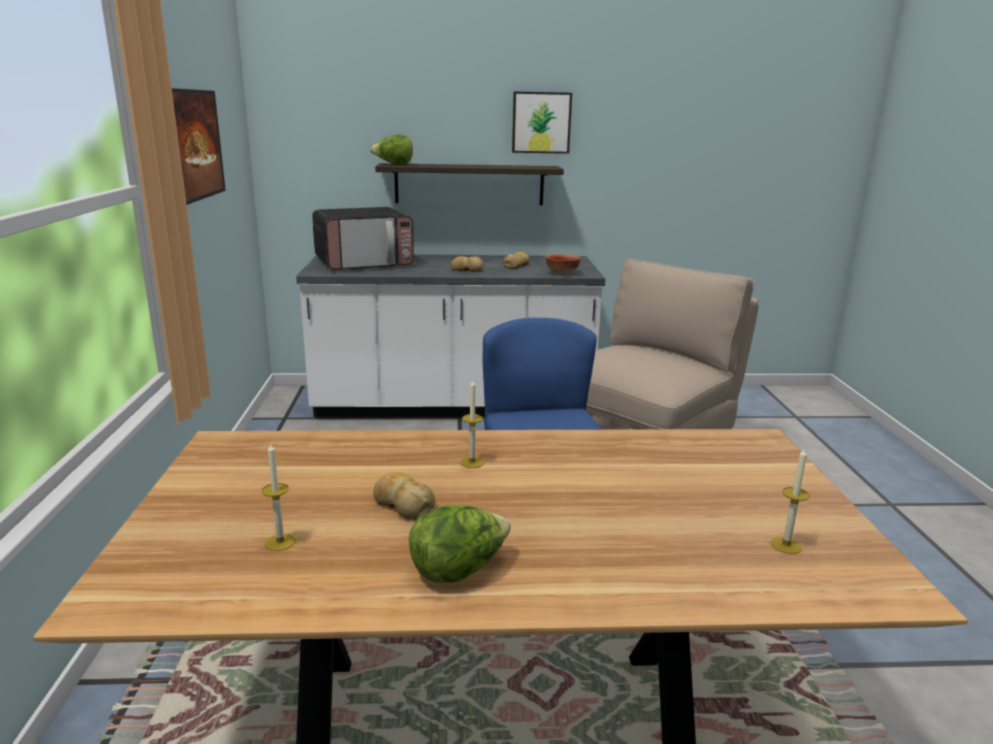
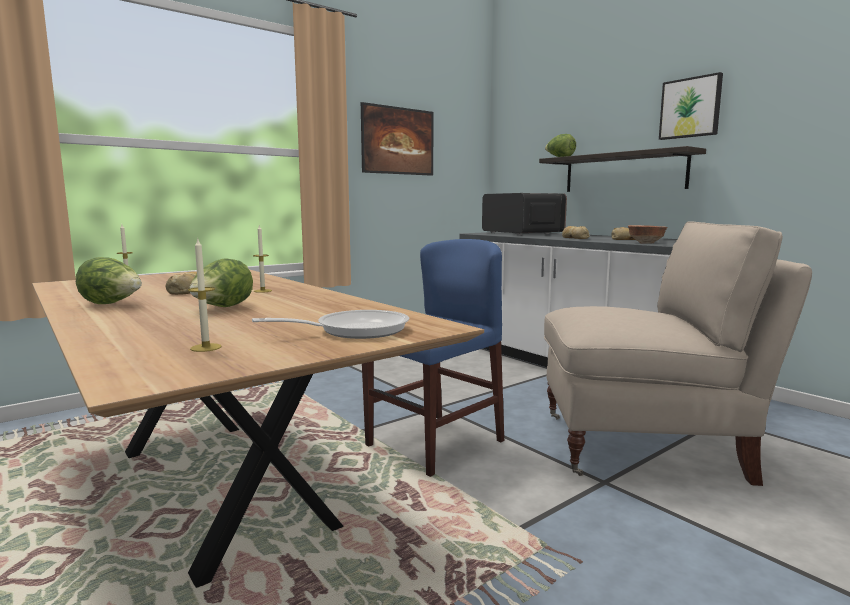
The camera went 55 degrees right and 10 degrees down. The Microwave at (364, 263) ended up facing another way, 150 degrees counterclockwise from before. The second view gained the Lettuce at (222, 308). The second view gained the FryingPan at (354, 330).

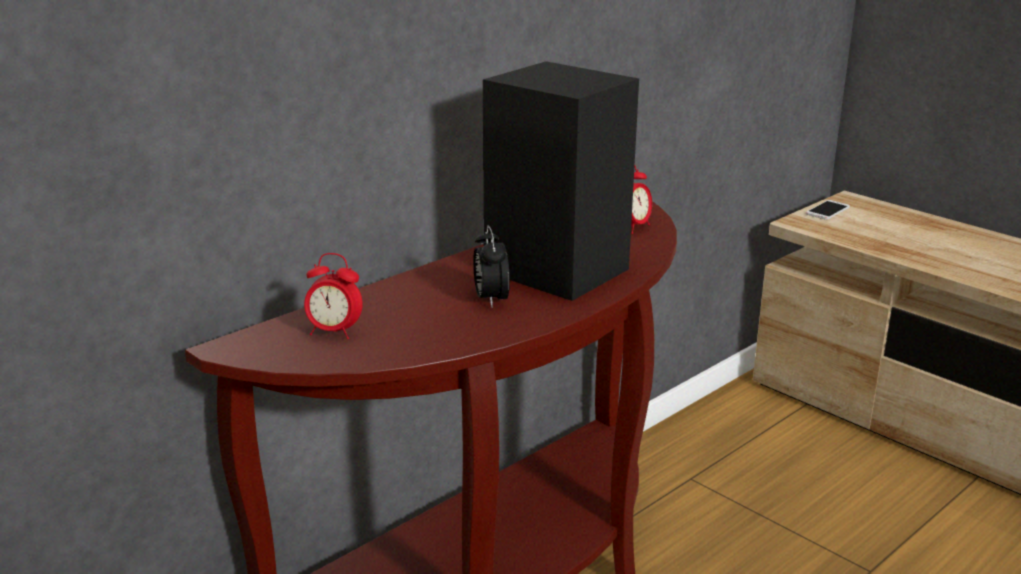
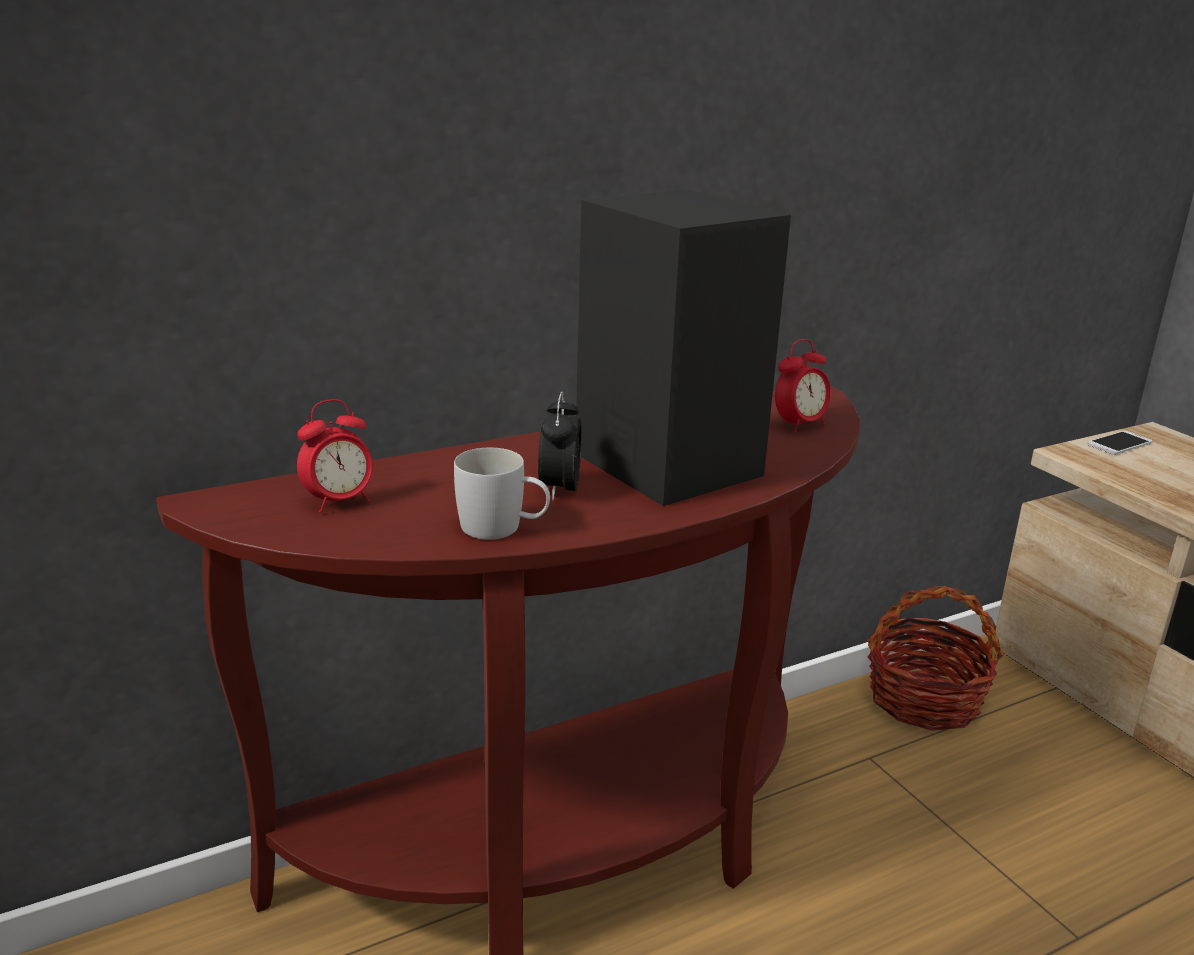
The camera went 15 degrees right and 0 degrees up. The AlarmClock at (334, 332) ended up facing another way, 60 degrees counterclockwise from before. The second view gained the WhiteMug at (502, 529). The second view gained the Basket at (923, 700).

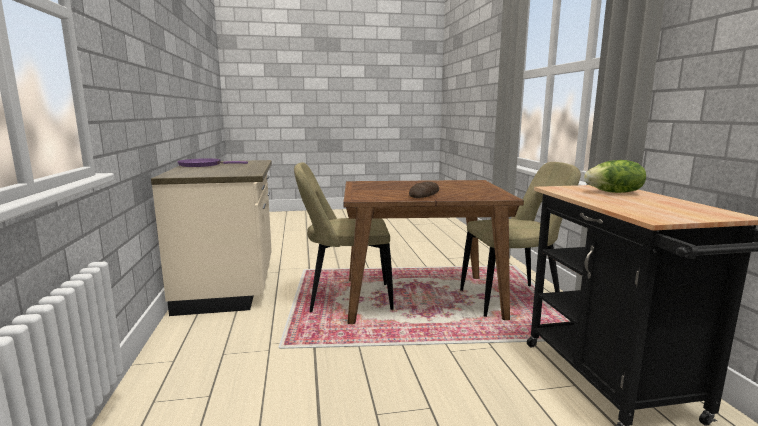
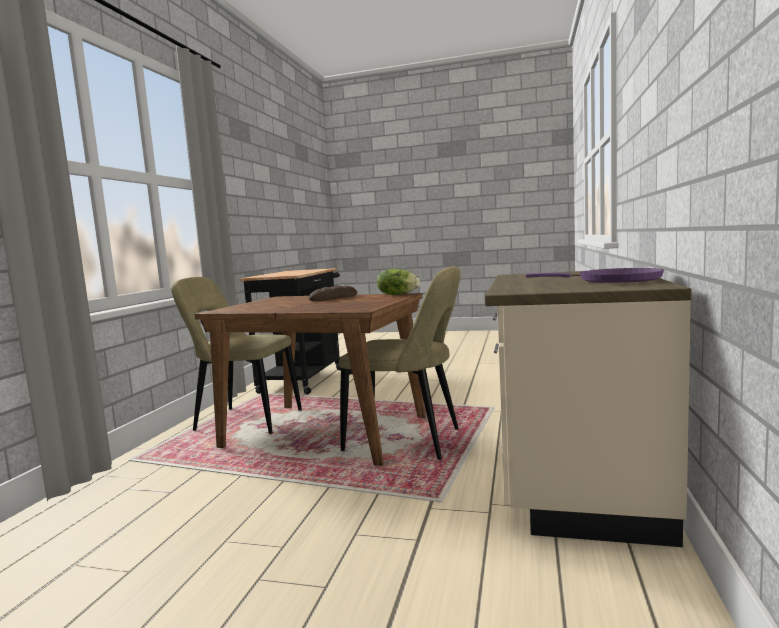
The camera went 155 degrees left and 5 degrees down. The Lettuce ended up elsewhere, having gone from (614, 192) to (398, 294).

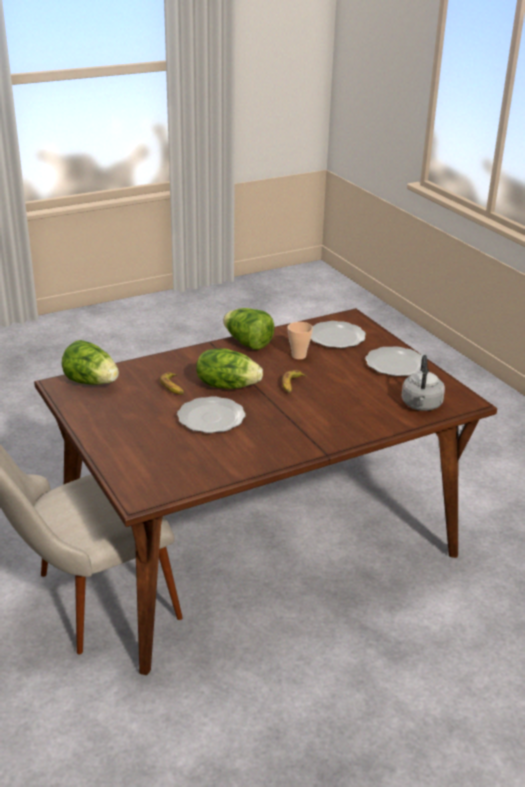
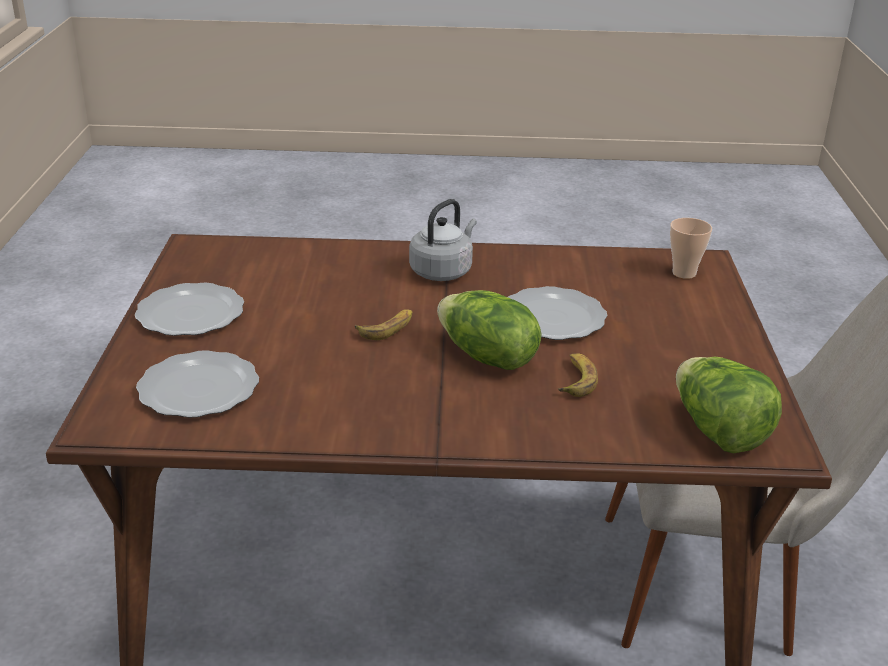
The camera went 150 degrees left and 0 degrees up. The second view lost the Lettuce at (247, 343). The Cup ended up elsewhere, having gone from (298, 356) to (684, 273). The GreyKettle ended up elsewhere, having gone from (421, 405) to (443, 271).

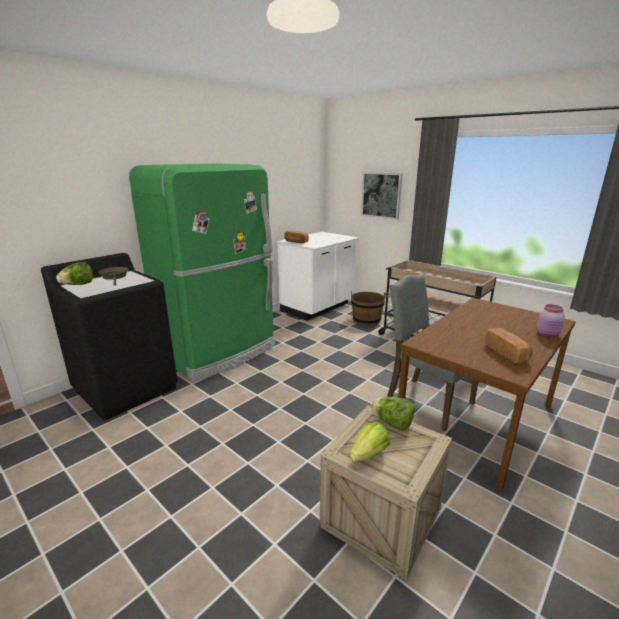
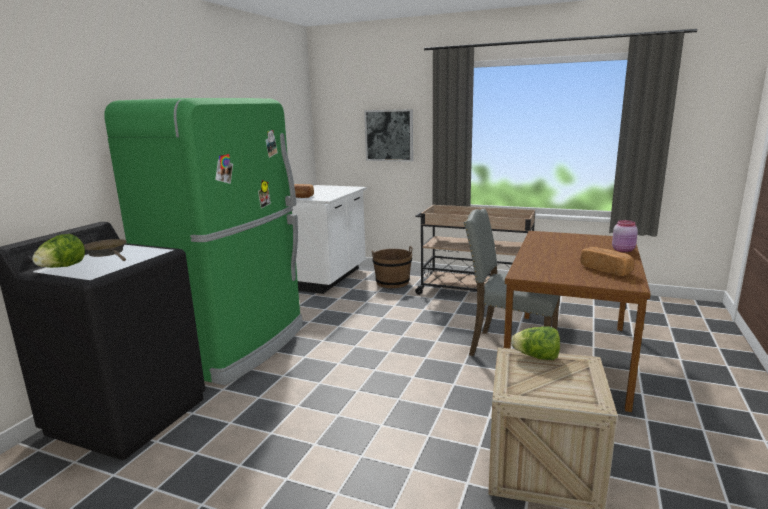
The camera went 20 degrees left and 5 degrees down. The second view lost the Lettuce at (369, 454).

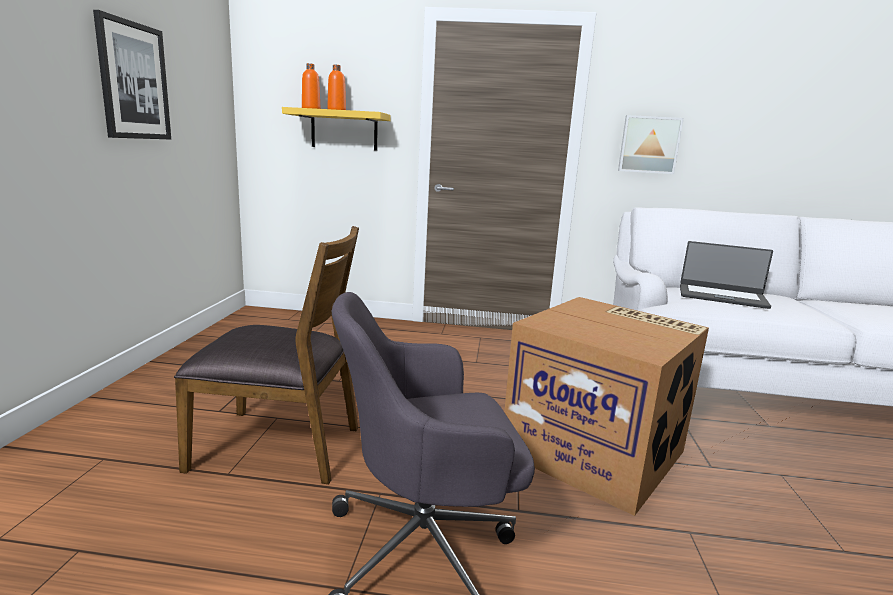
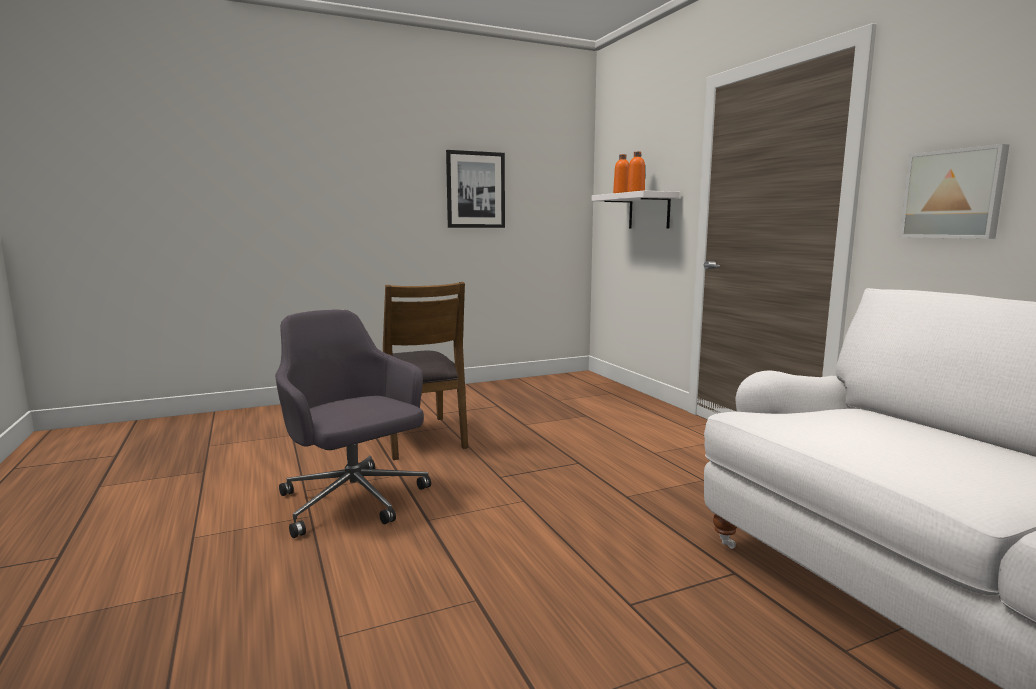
The camera went 60 degrees right and 5 degrees down. What was the YellowShelf at (344, 130) turned into the WhiteShelf at (649, 211). The second view lost the Laptop at (722, 296). The second view lost the CardboardBox at (596, 451).

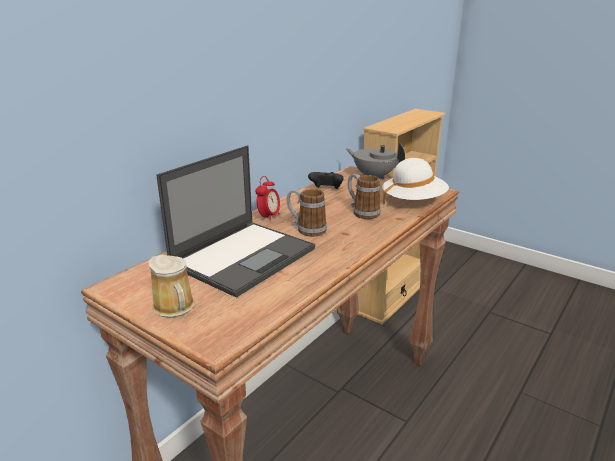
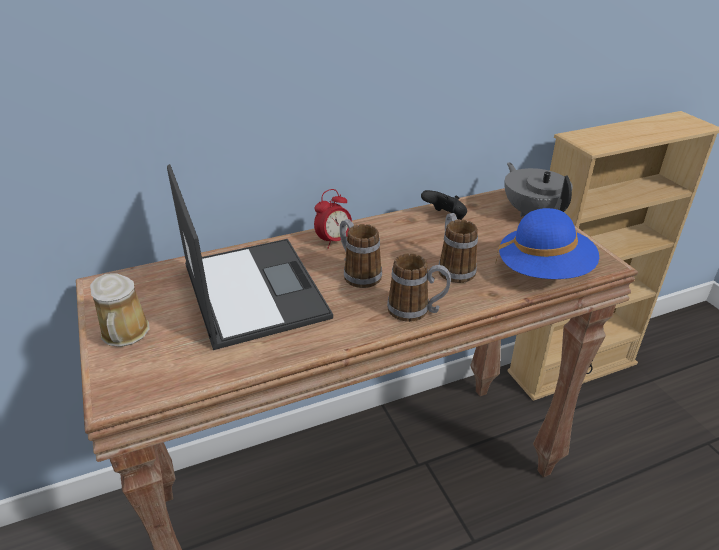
The camera went 30 degrees right and 10 degrees up. The Laptop at (244, 256) ended up facing another way, 90 degrees counterclockwise from before. What was the WhiteHat at (413, 201) turned into the BlueHat at (543, 271). The second view gained the Mug at (416, 311).

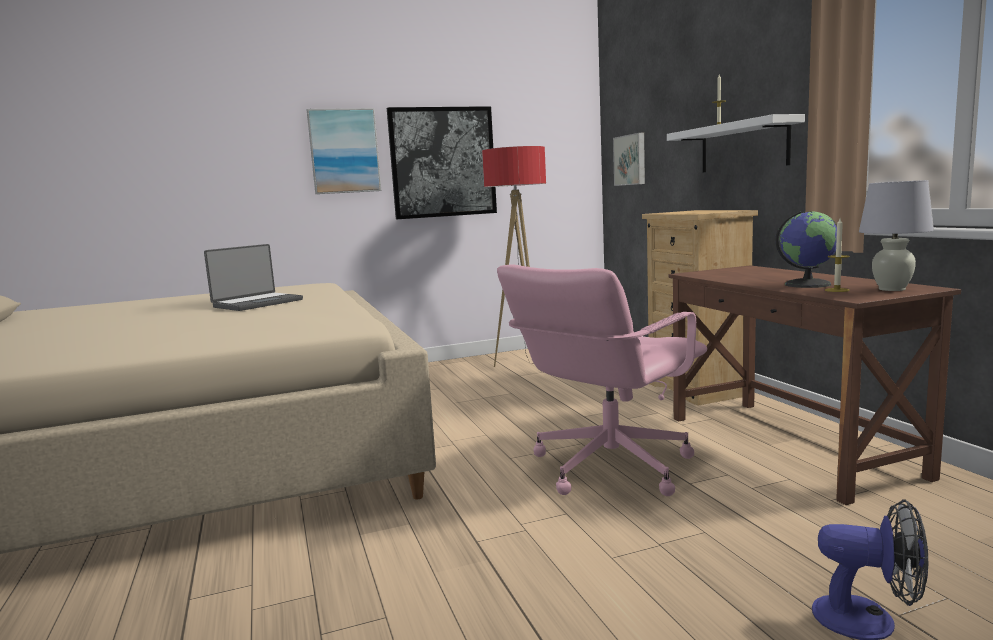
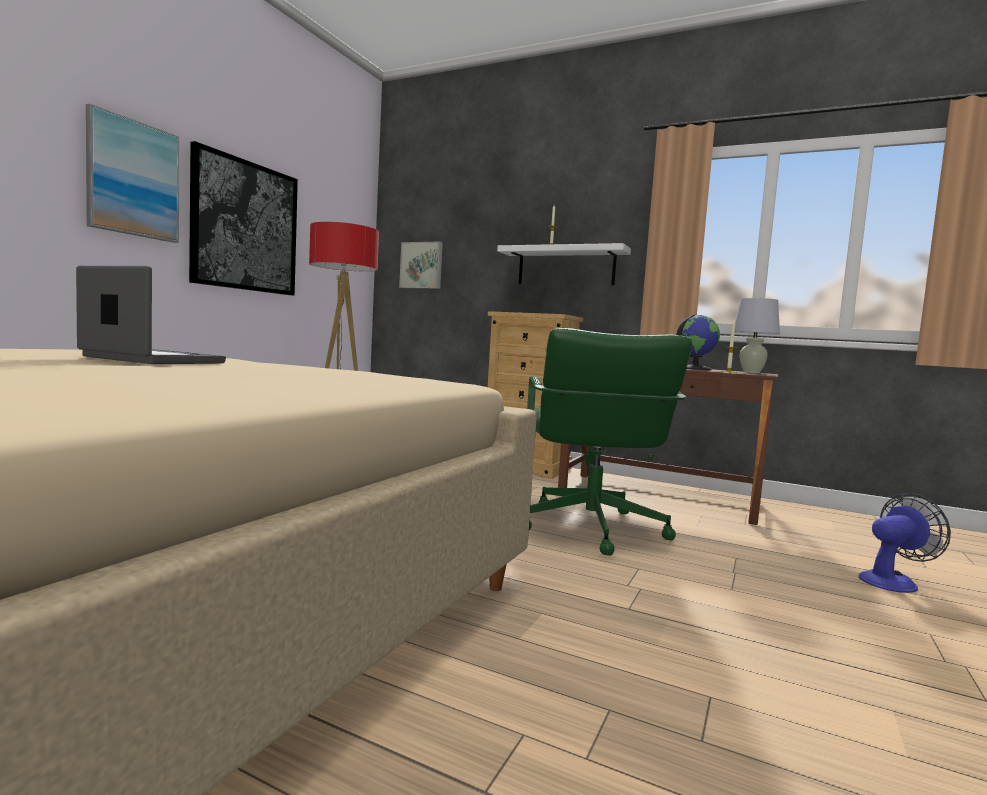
The camera went 45 degrees left and 5 degrees down. The Laptop at (257, 303) ended up facing another way, 60 degrees counterclockwise from before. What was the PinkOfficeChair at (609, 467) turned into the GreenOfficeChair at (590, 529).

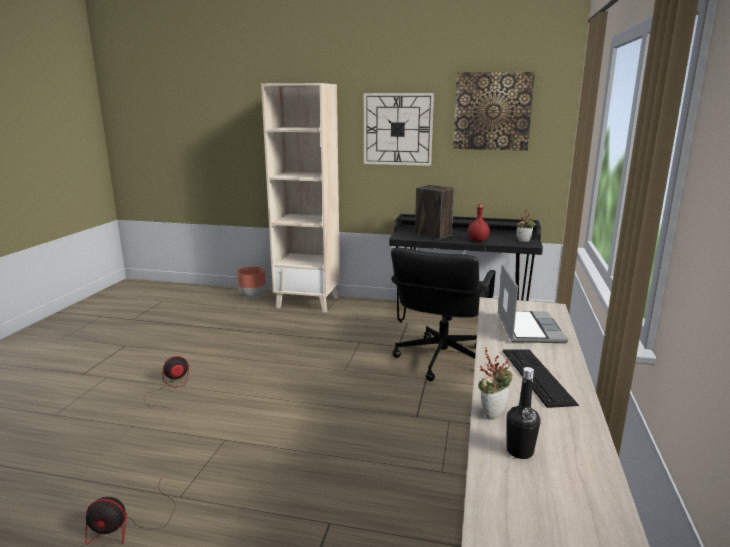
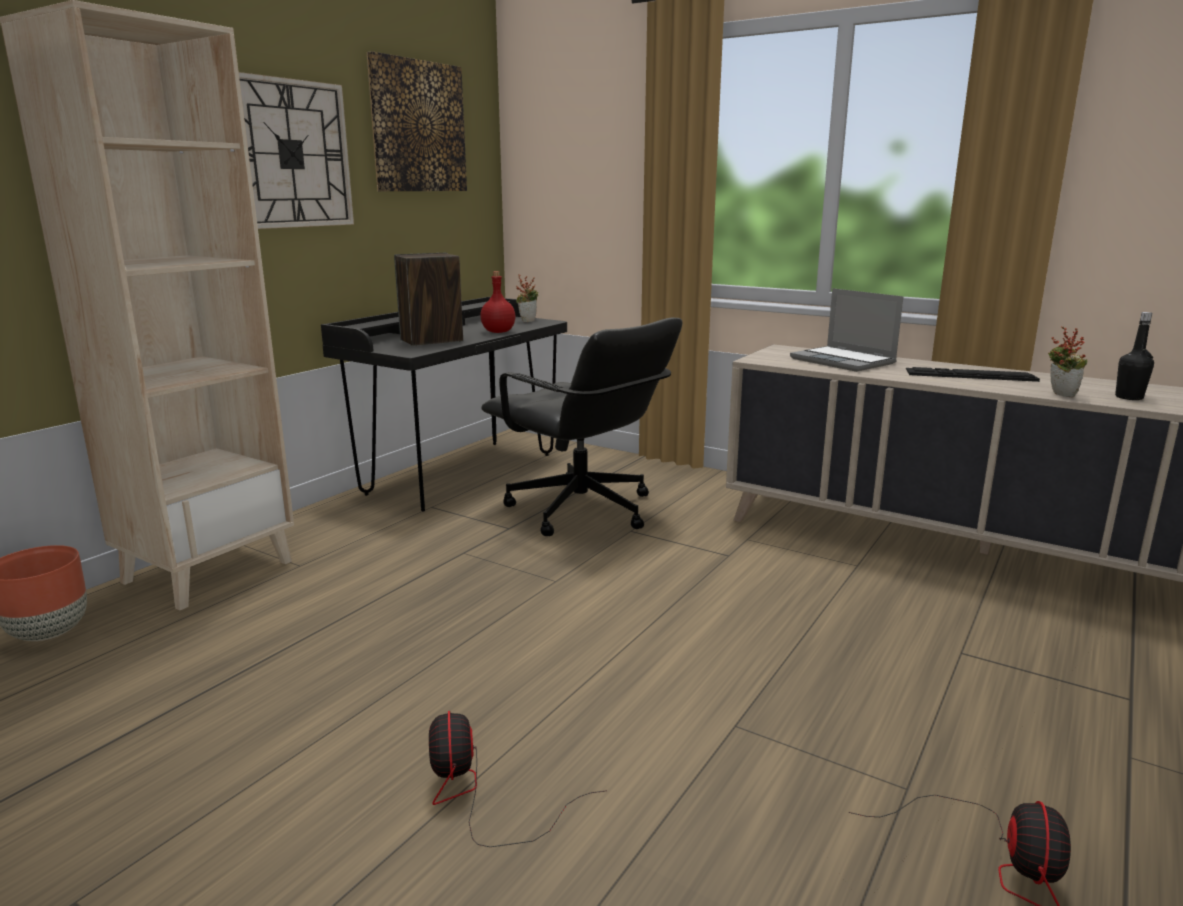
The camera went 70 degrees left and 0 degrees up. The Laptop at (528, 328) ended up facing another way, 150 degrees counterclockwise from before.

